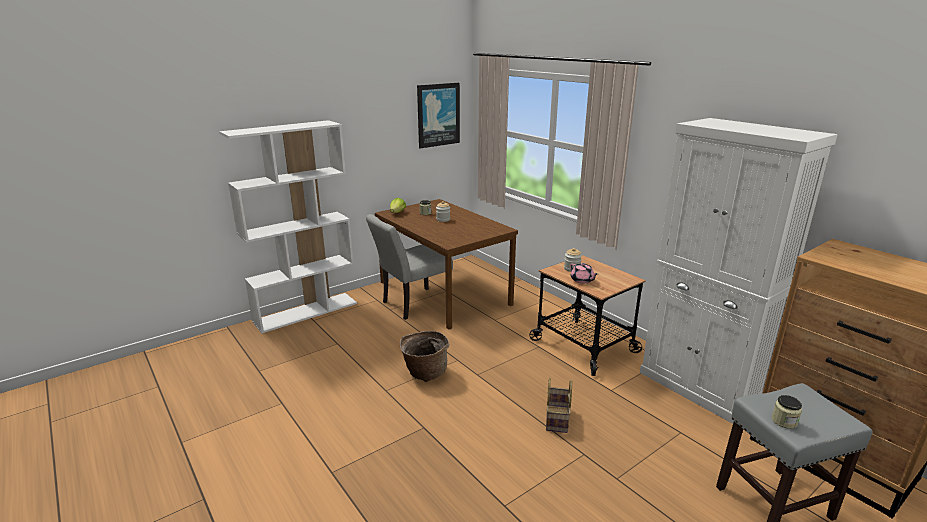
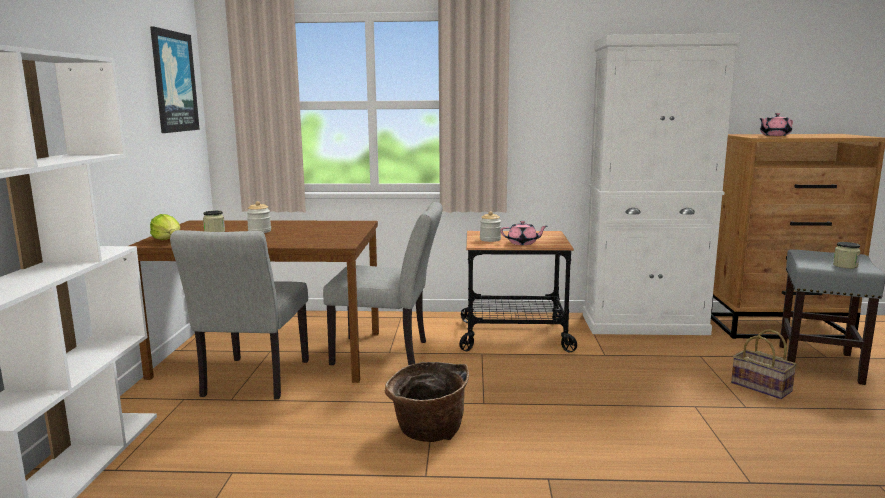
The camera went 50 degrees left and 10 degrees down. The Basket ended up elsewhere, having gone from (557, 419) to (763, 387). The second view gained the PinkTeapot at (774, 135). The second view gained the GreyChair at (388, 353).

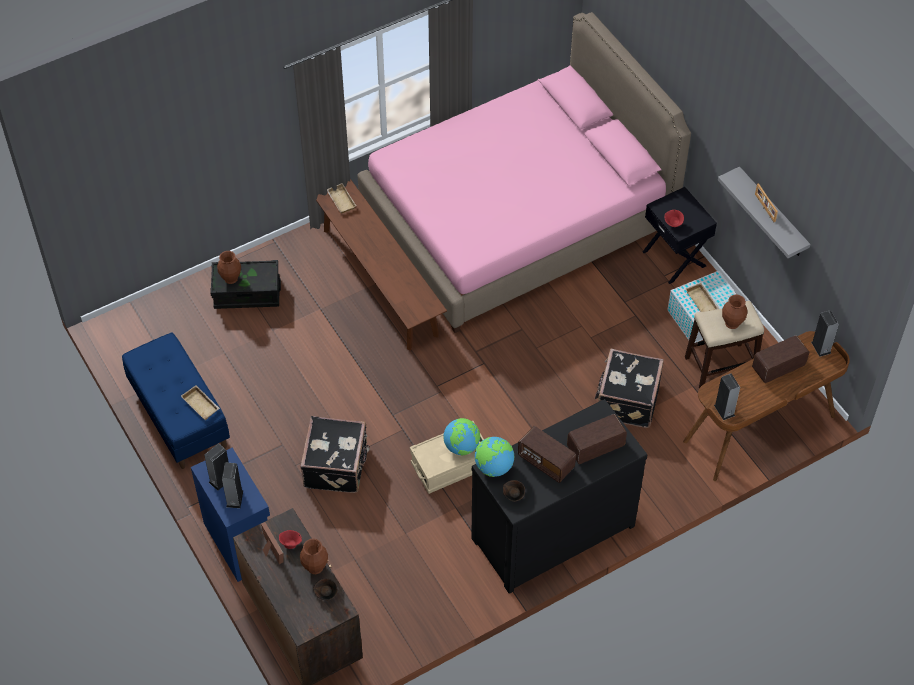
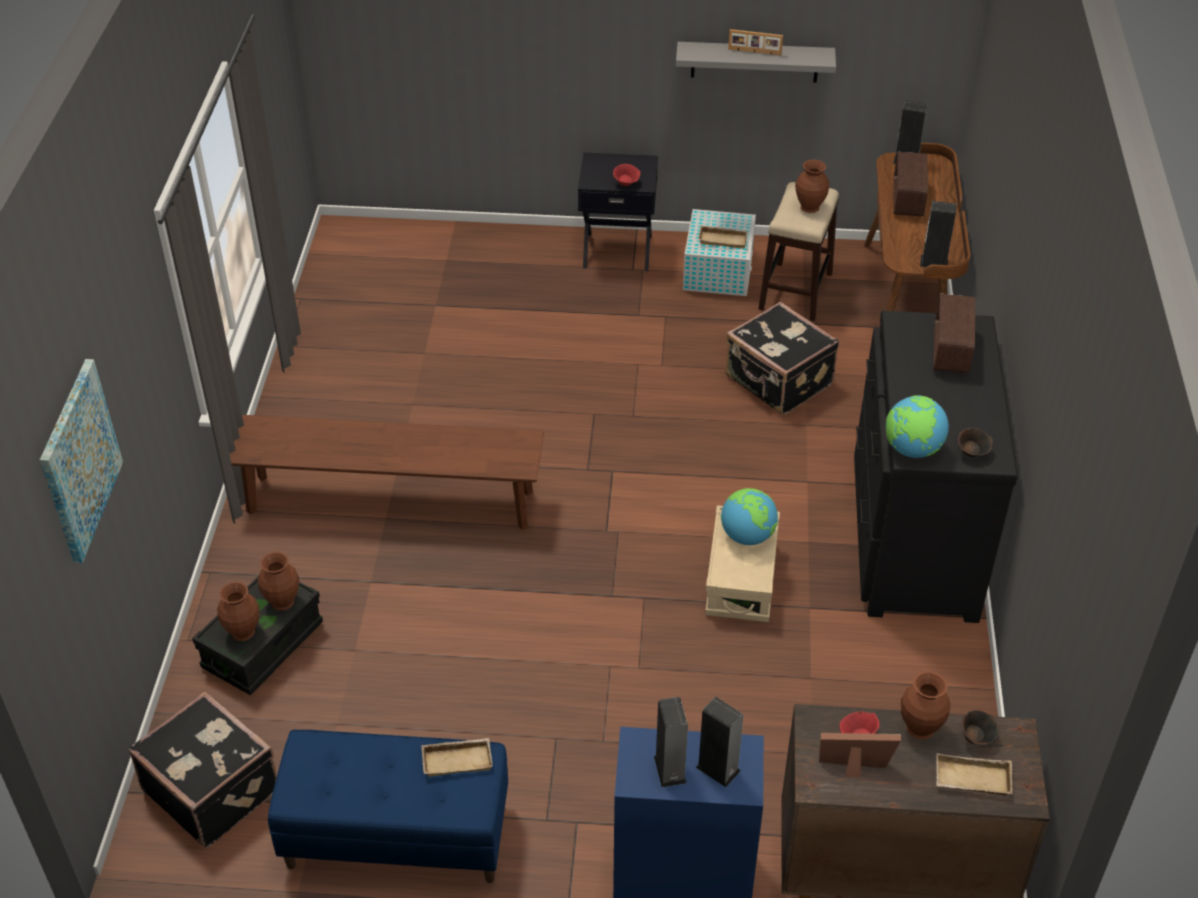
The camera went 55 degrees left and 10 degrees down. The second view lost the PinkBed at (517, 218). The BeigeTray ended up elsewhere, having gone from (340, 200) to (971, 780). The BlackSuitcase ended up elsewhere, having gone from (337, 466) to (213, 789). The second view lost the Radio at (546, 462). The second view gained the Picture at (79, 460). The second view gained the BrownVase at (282, 601).

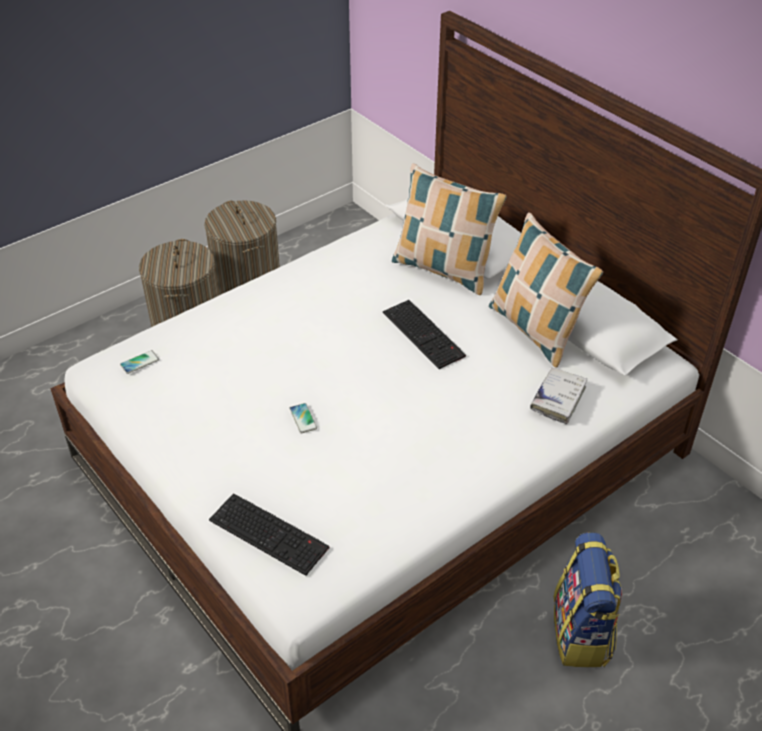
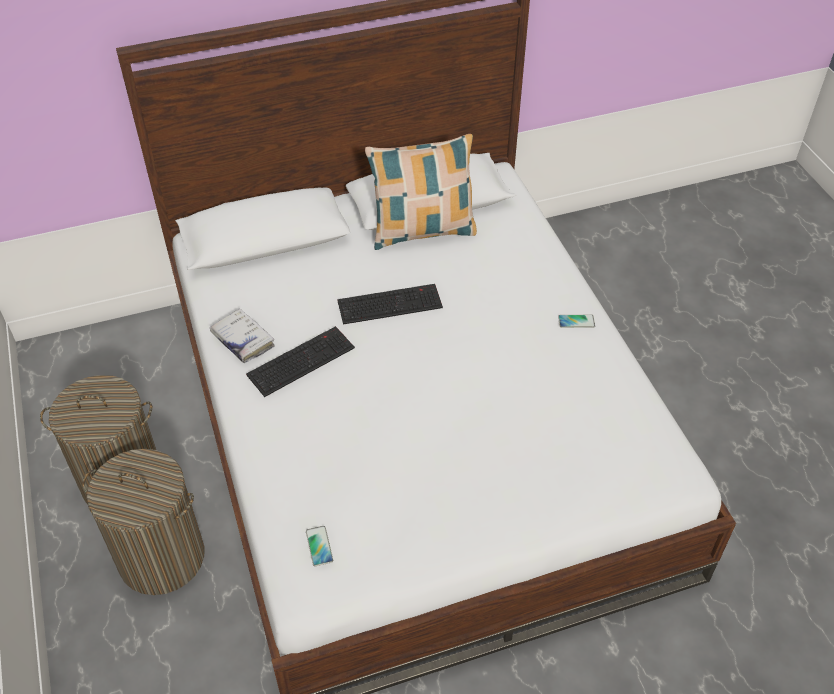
The camera went 70 degrees left and 5 degrees up. The second view lost the Pillow at (443, 270). The WhiteBook ended up elsewhere, having gone from (558, 399) to (242, 340). The Phone ended up elsewhere, having gone from (303, 418) to (576, 322). The Keyboard ended up elsewhere, having gone from (270, 533) to (301, 360). The second view lost the Backpack at (582, 633).

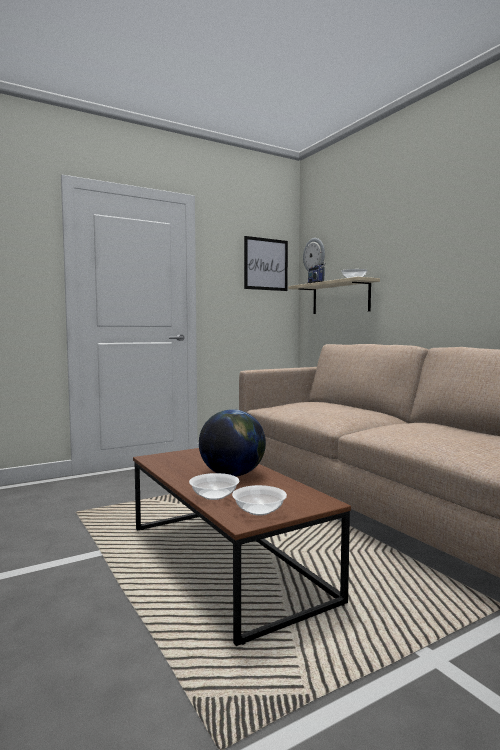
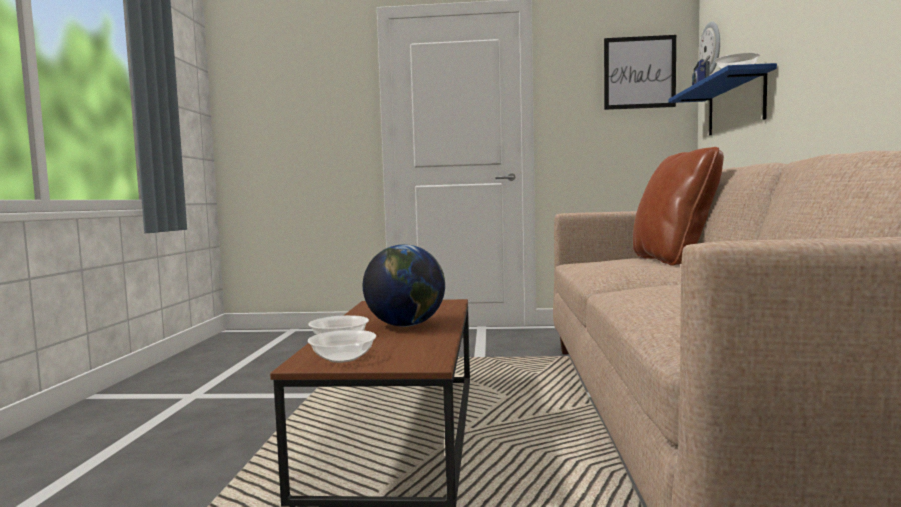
The camera went 35 degrees right and 0 degrees up. What was the BeigeShelf at (340, 298) turned into the BlueShelf at (735, 105). The second view gained the BrownPillow at (673, 260).

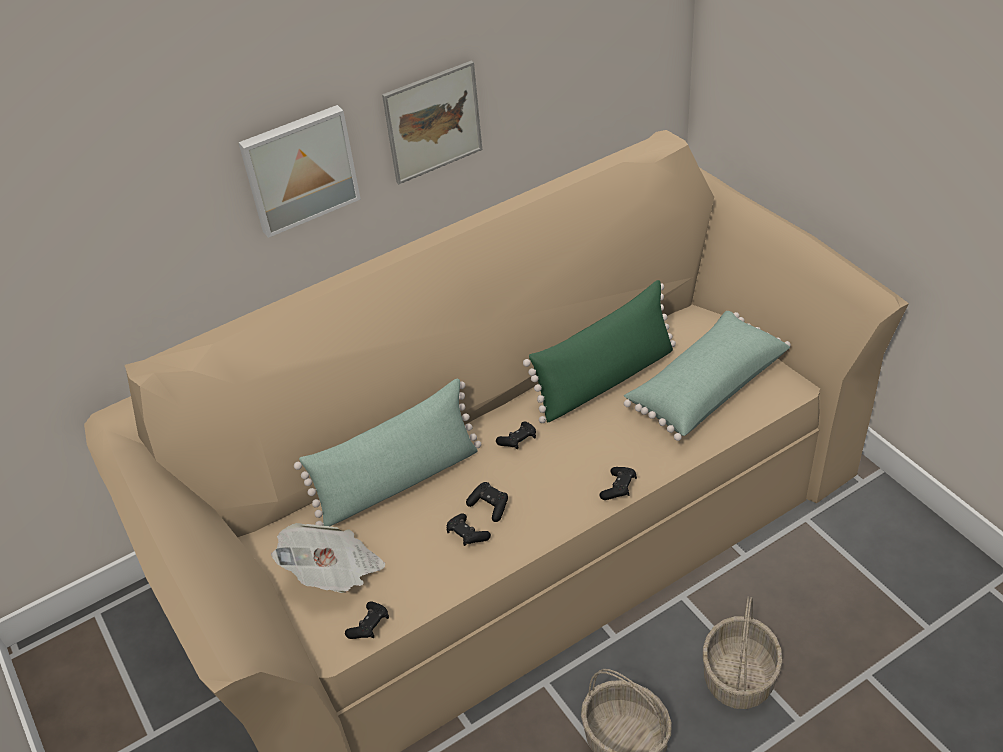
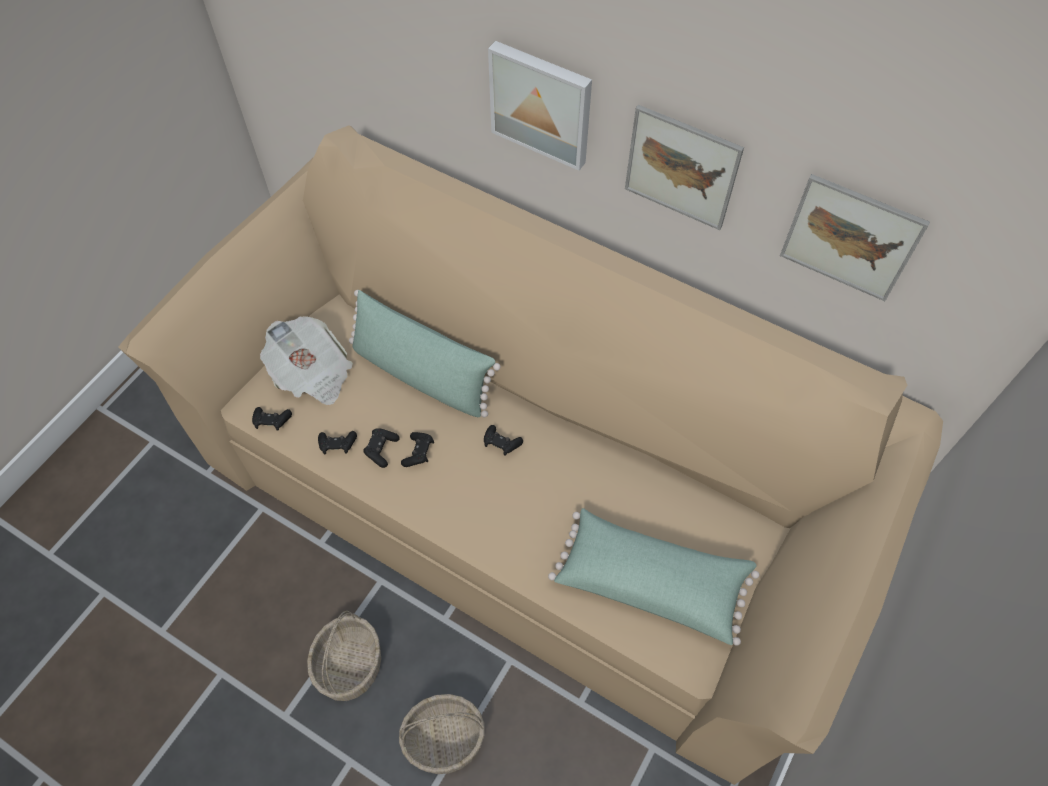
The camera went 60 degrees right and 15 degrees up. The second view lost the GreenPillow at (605, 379). The BlackGameController ended up elsewhere, having gone from (619, 488) to (337, 445). The second view gained the Picture at (850, 238).

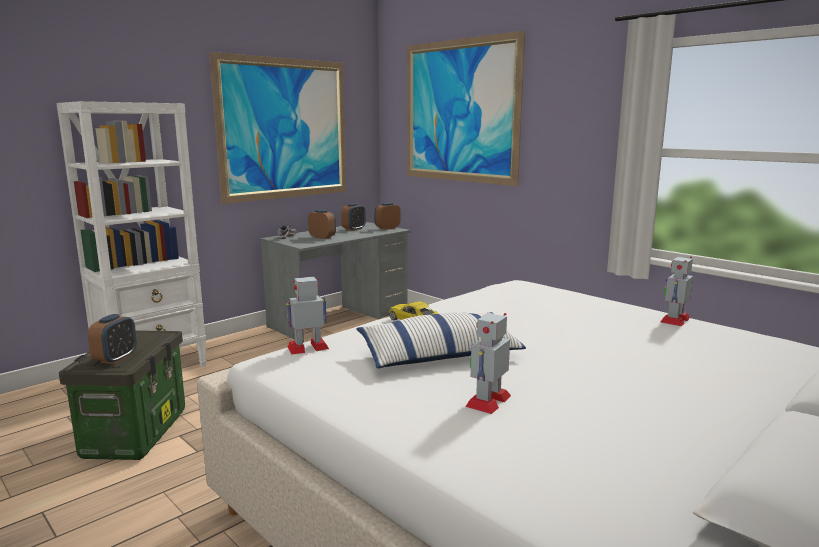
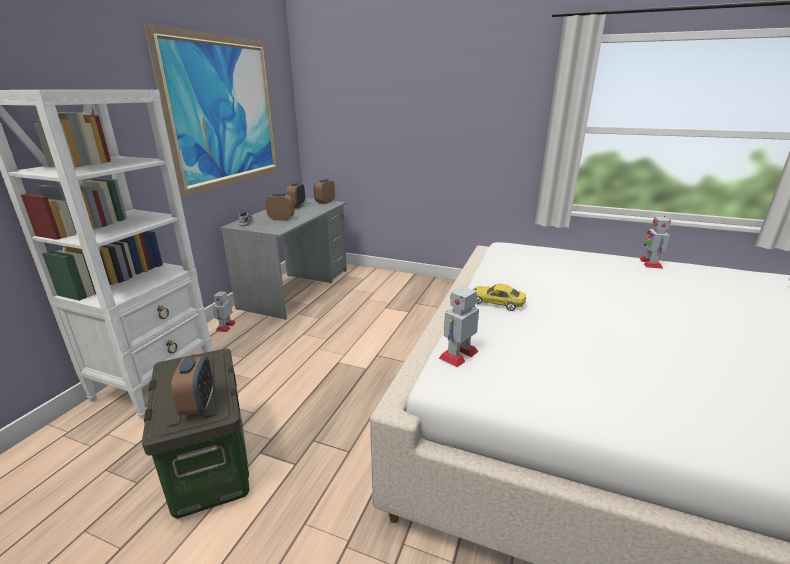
The camera went 25 degrees left and 10 degrees up. The second view lost the Picture at (459, 111). The second view lost the Pillow at (439, 355). The ToyRobot ended up elsewhere, having gone from (488, 401) to (225, 326).

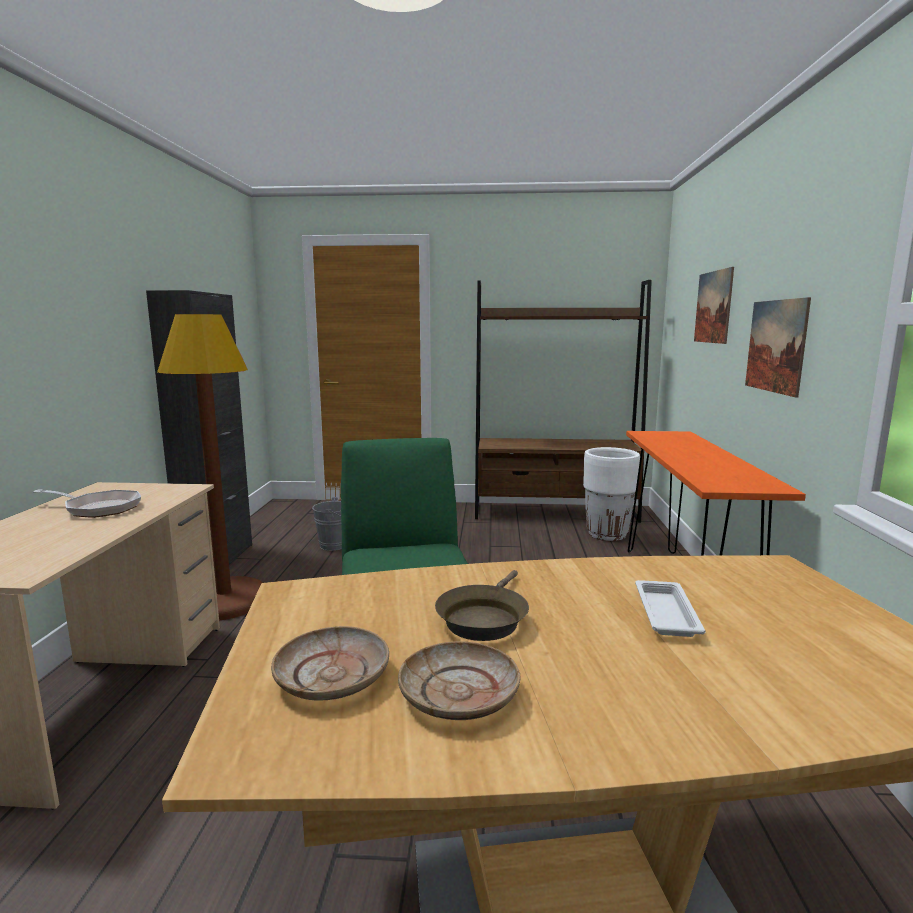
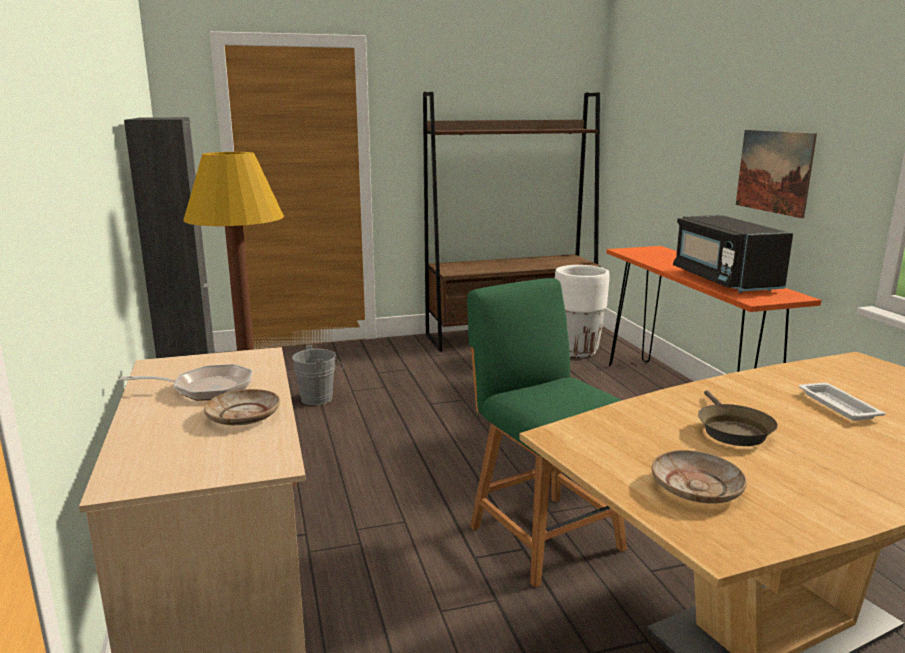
The camera went 20 degrees left and 5 degrees up. The second view lost the Picture at (713, 307). The BeigePlate ended up elsewhere, having gone from (459, 695) to (244, 416). The second view gained the BlackMicrowave at (724, 280).

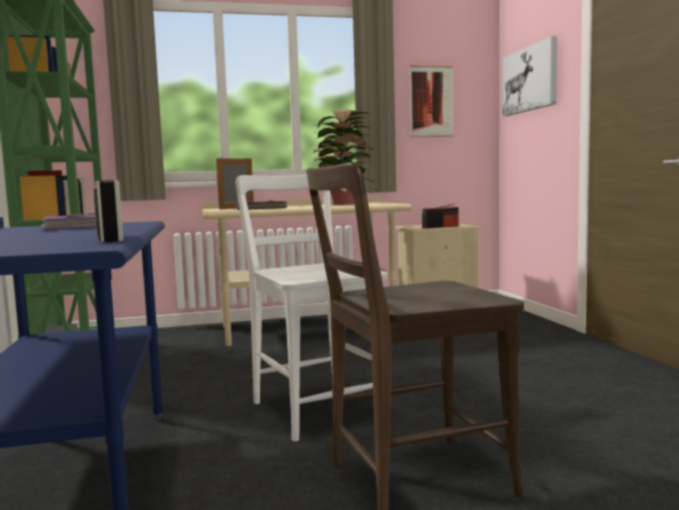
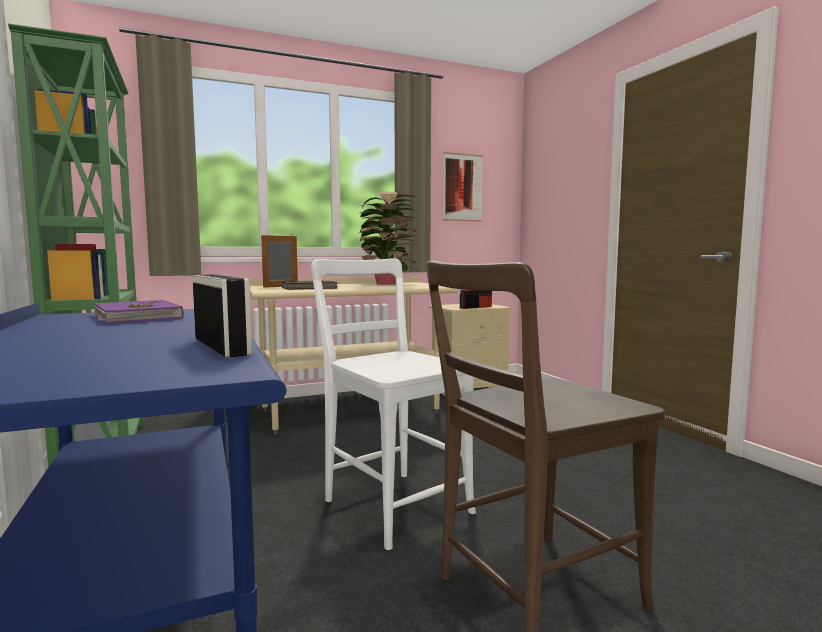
The camera went 10 degrees left and 0 degrees up. The second view lost the Picture at (530, 79).

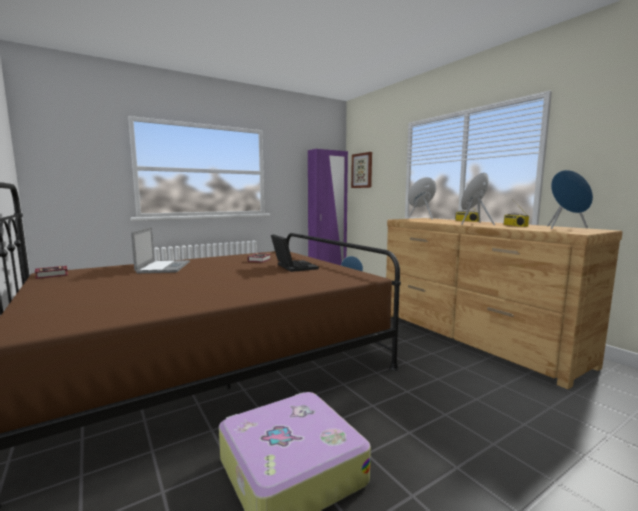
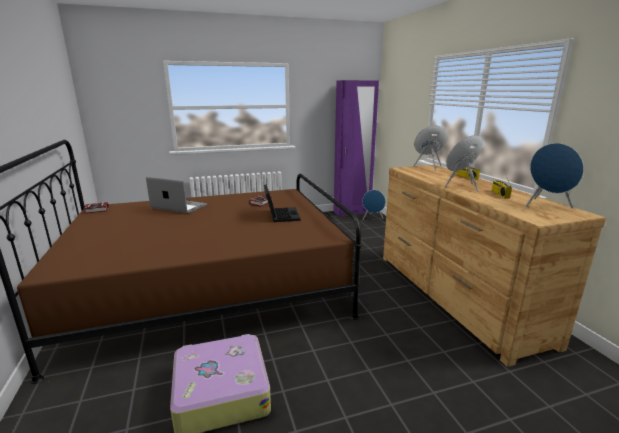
The camera went 15 degrees right and 10 degrees up. The second view lost the Picture at (362, 170). The Laptop at (164, 267) ended up facing another way, 75 degrees counterclockwise from before.

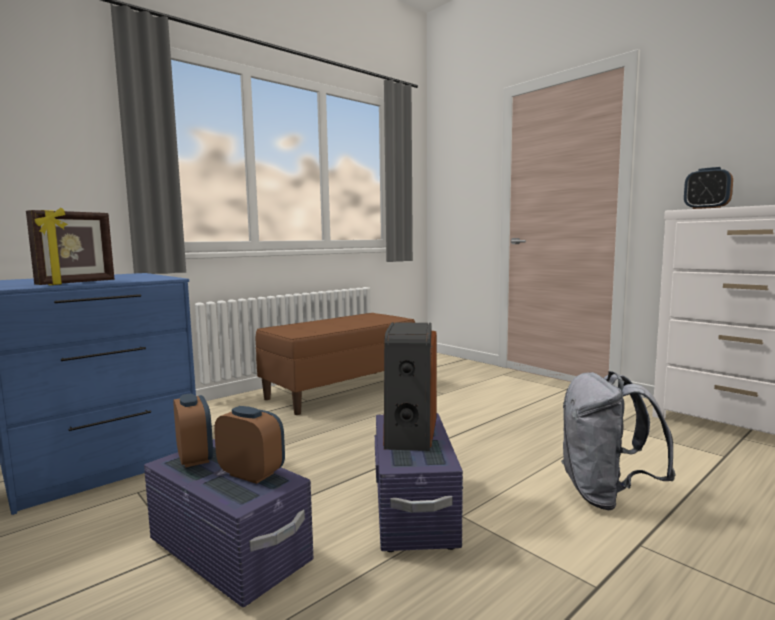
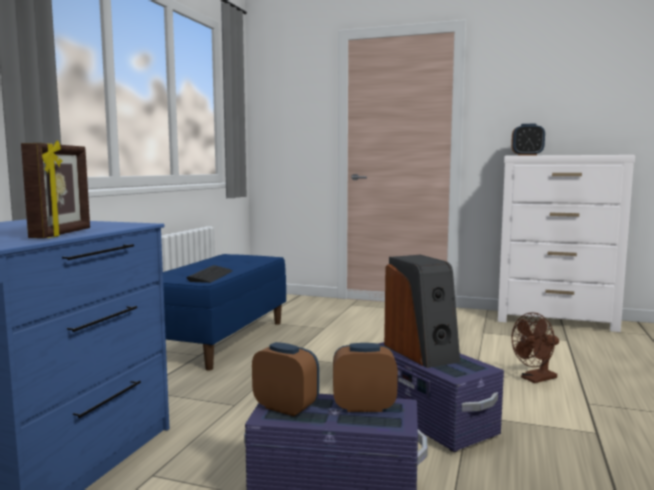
The camera went 30 degrees left and 0 degrees up. What was the BrownBench at (341, 390) turned into the BlueBench at (220, 340). Where the GreyBackpack stood at (605, 495), the BrownFan came to stand at (535, 379). The second view gained the Keyboard at (211, 276).

